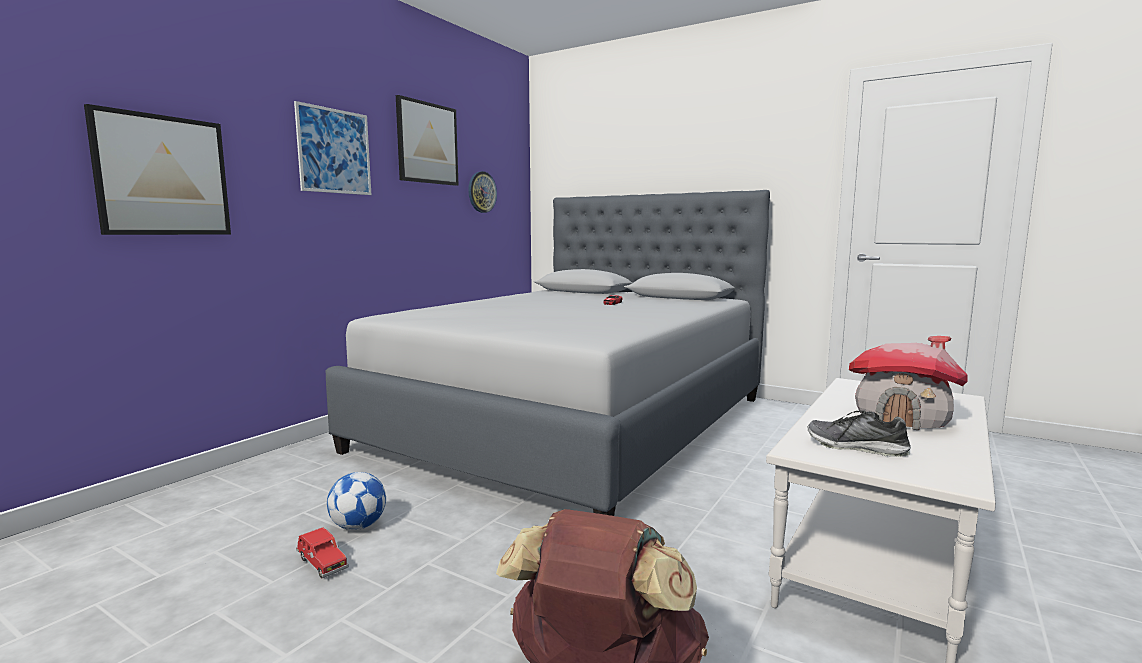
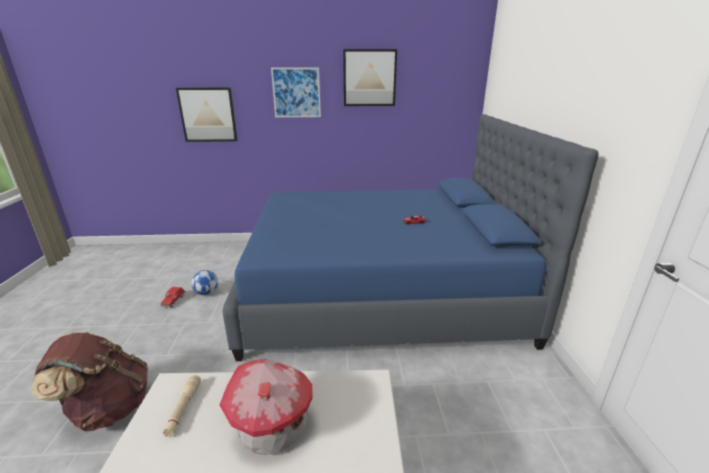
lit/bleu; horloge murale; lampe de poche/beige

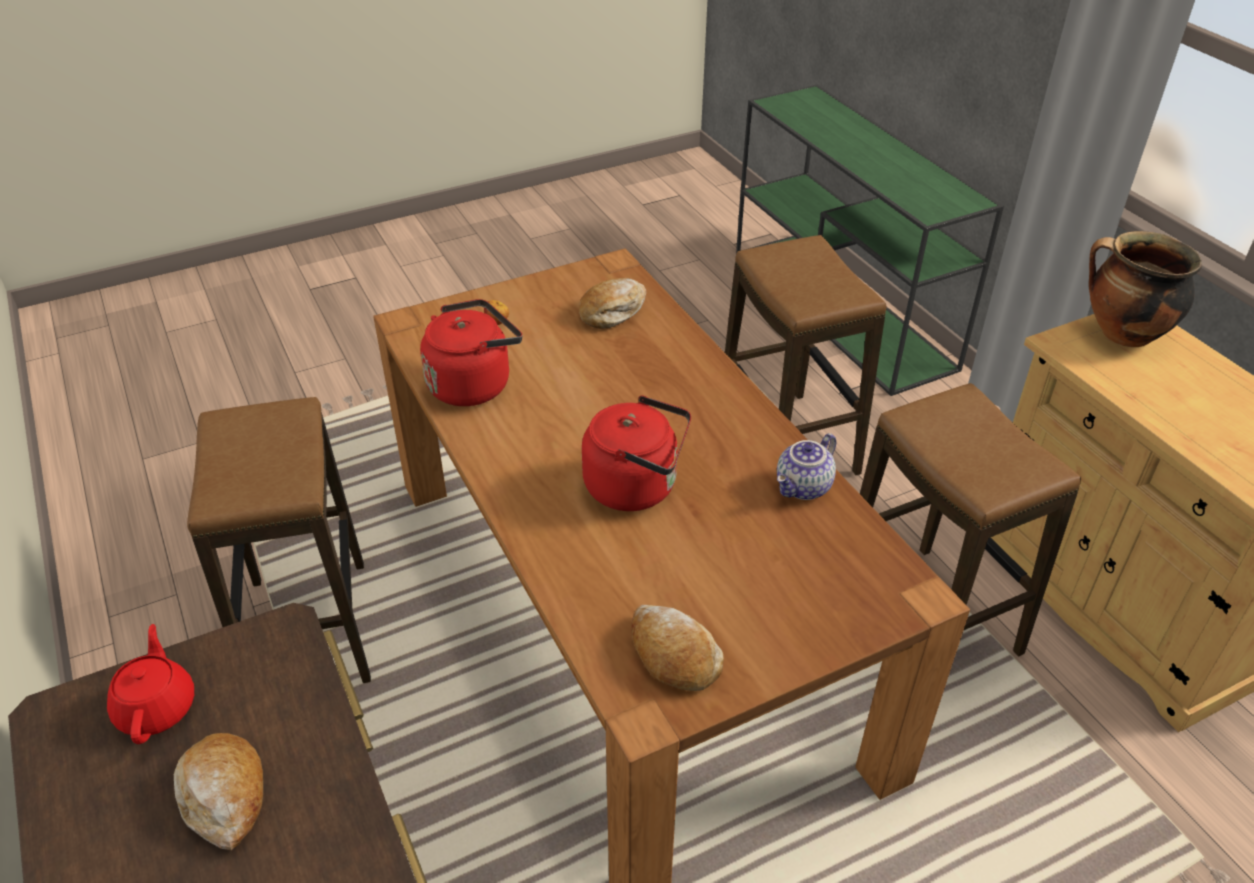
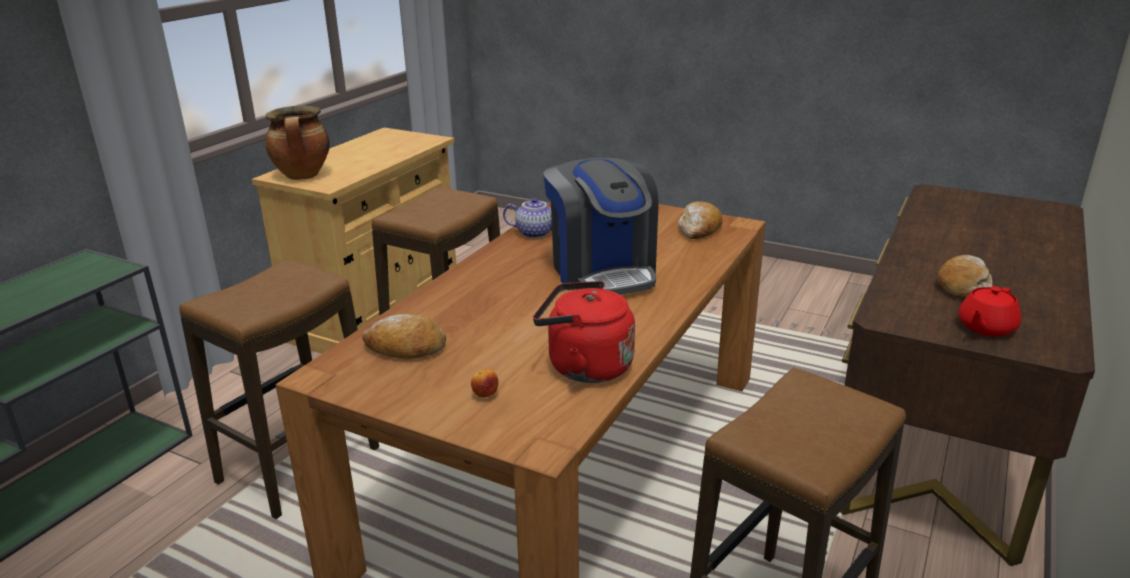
machine à café

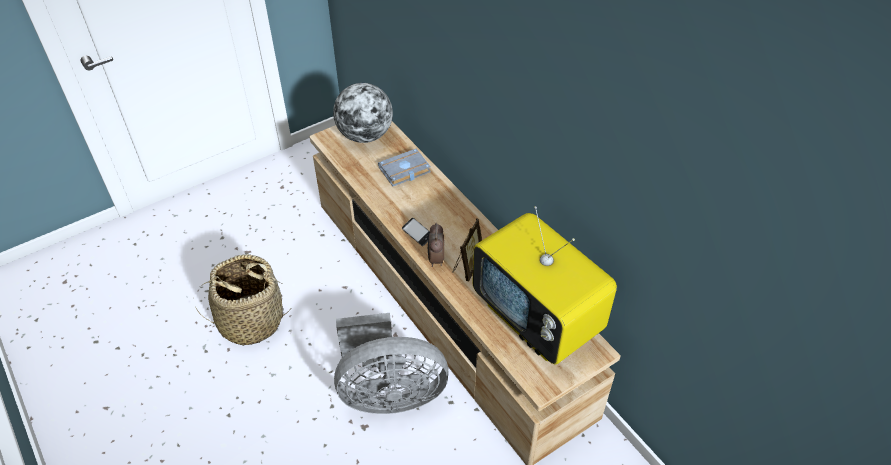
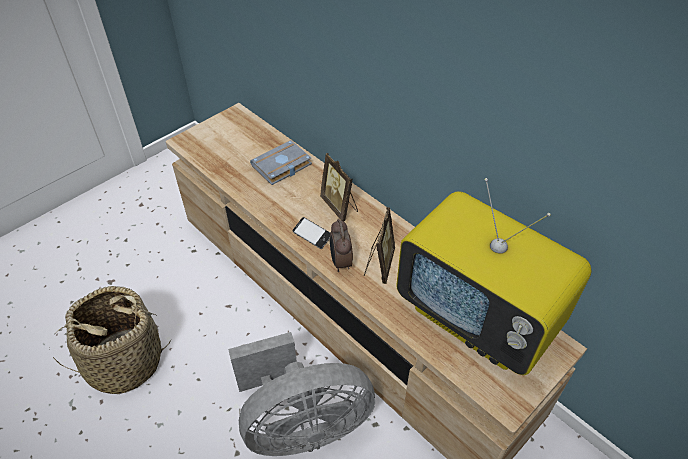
globe; cadre photo (1st from left)

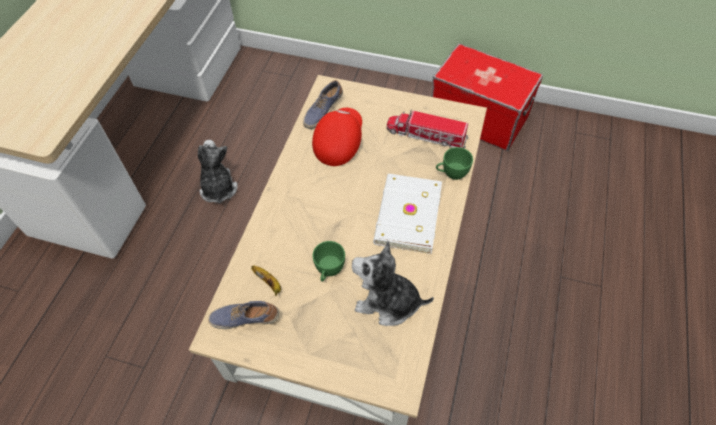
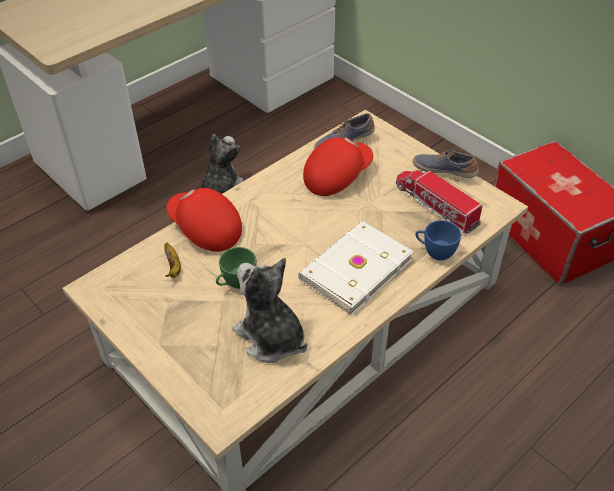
chaussure (2nd from left); tasse/bleu; casquette/rouge (1st from left)

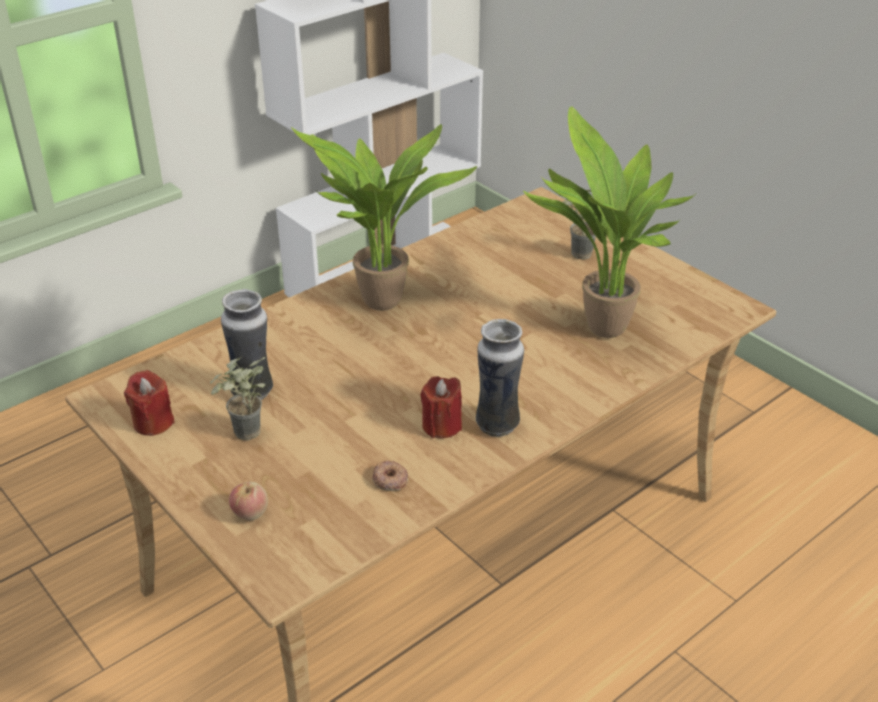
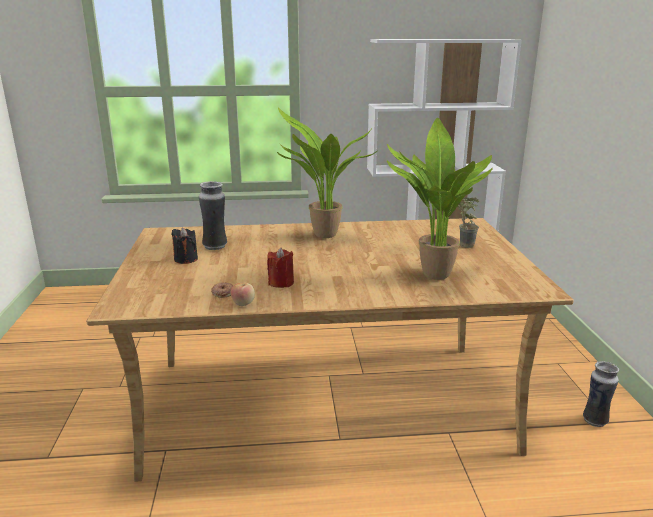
bougie/rouge (1st from left in the first image); bougie/noir; pomme; vase (2nd from left)

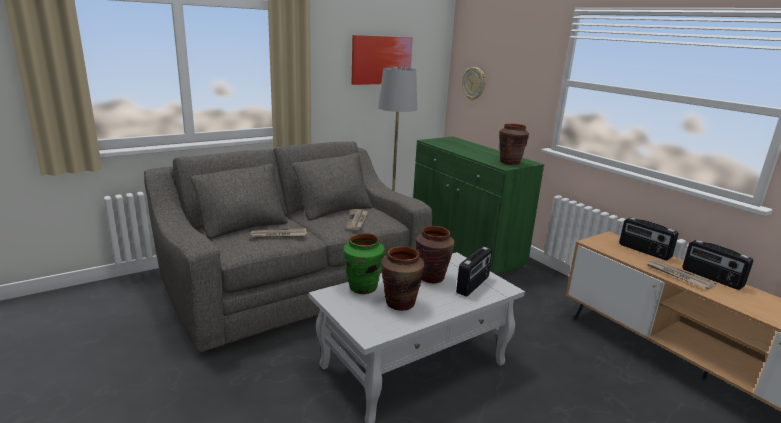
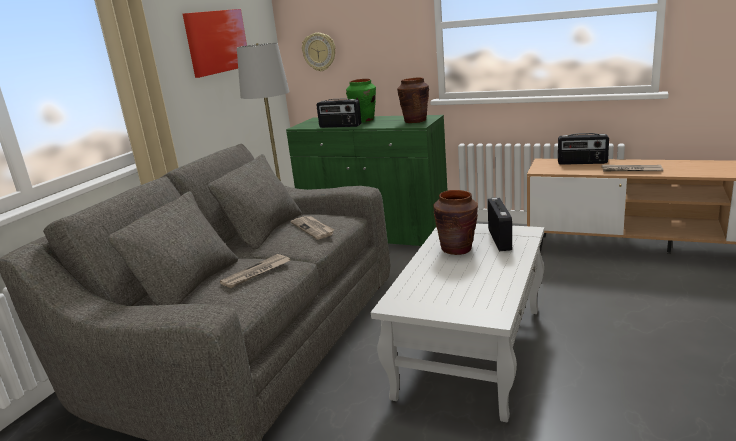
vase/vert; vase/marron (1st from left in the first image); radio (1st from left)

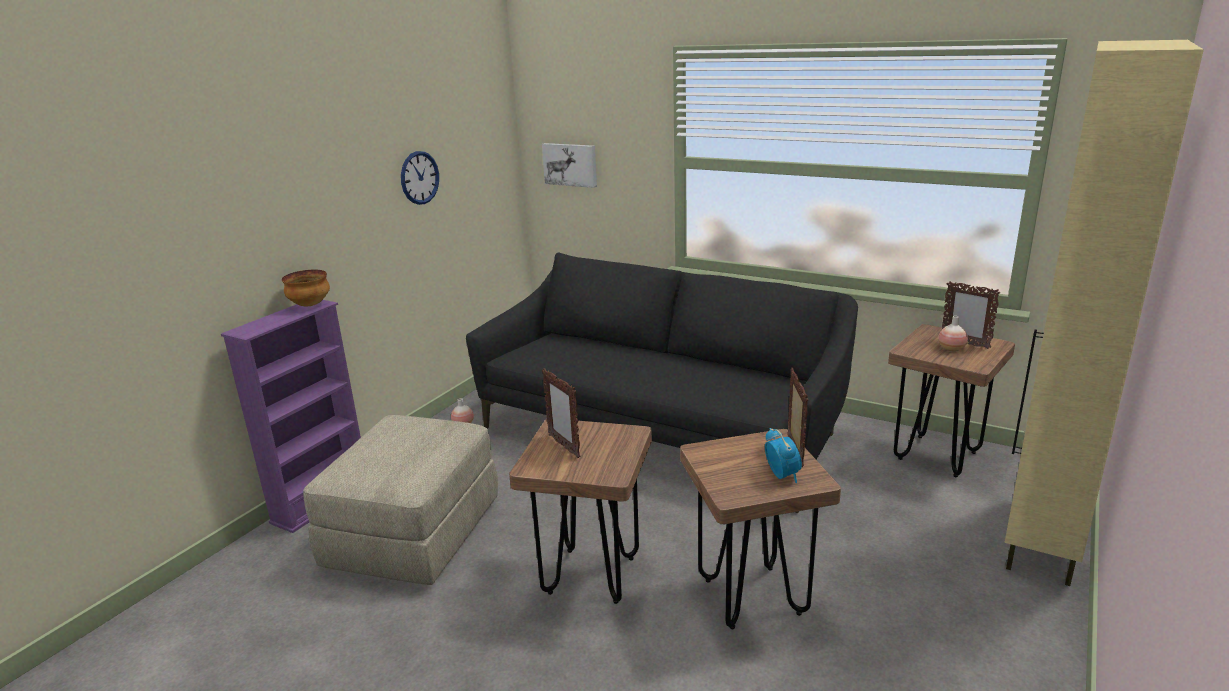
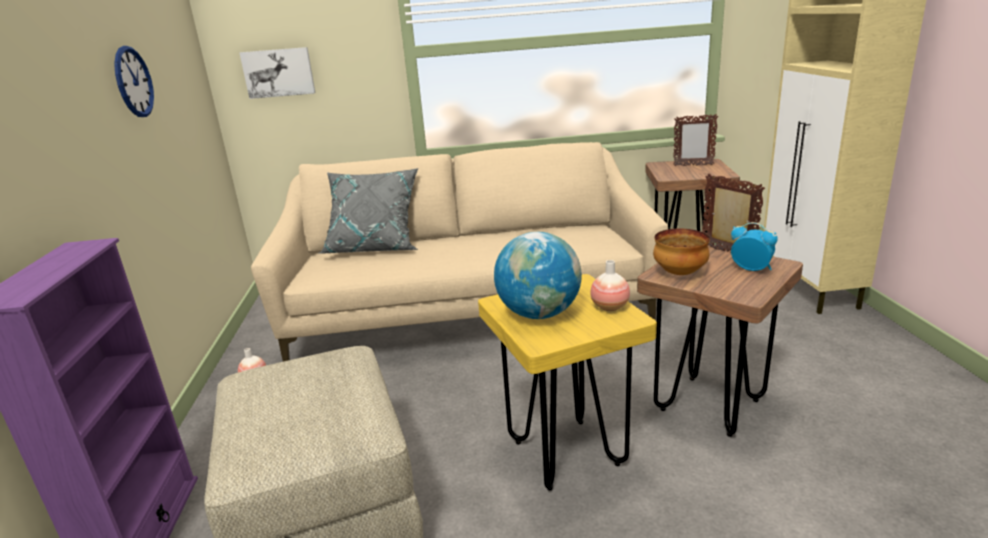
bol; canapé/beige; tabouret/jaune; globe; vase (2nd from left); coussin/gris

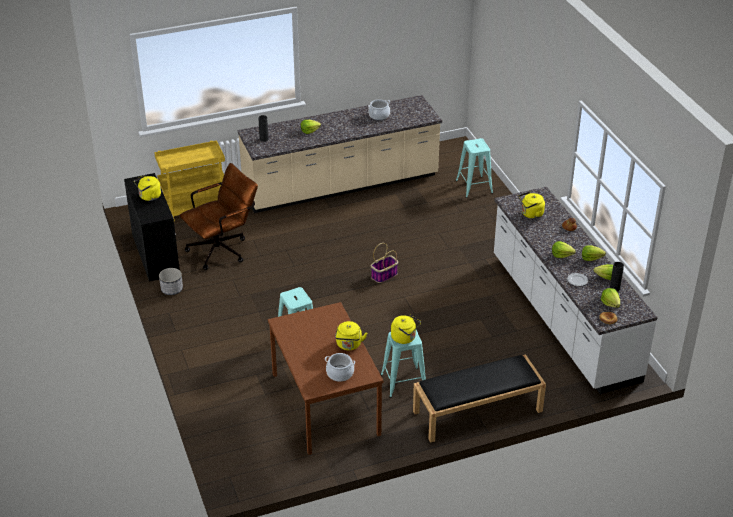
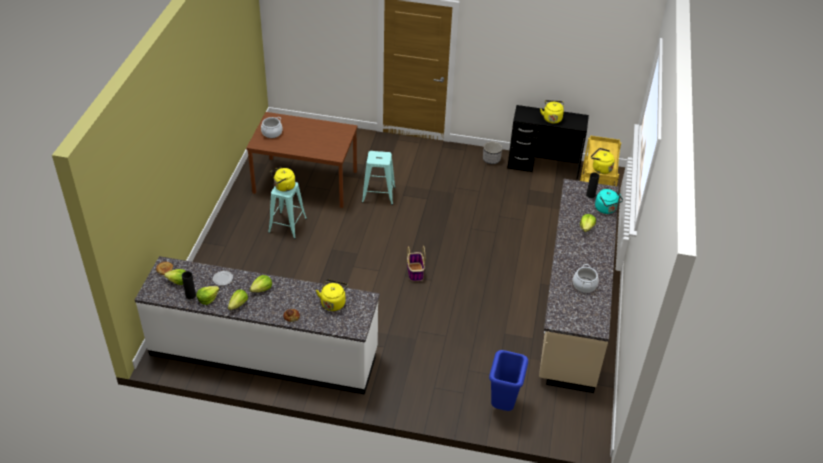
chaise de bureau/marron; bouilloire/jaune (4th from left); banc/noir; poubelle/bleu; bouilloire/turquoise

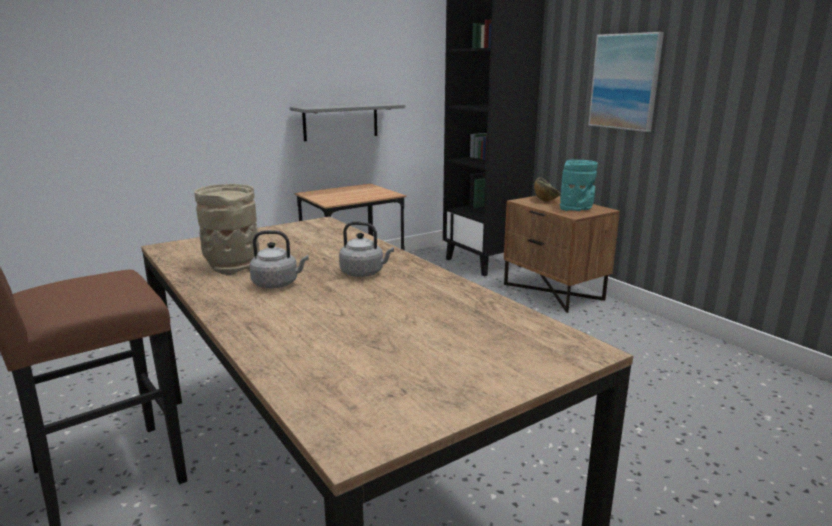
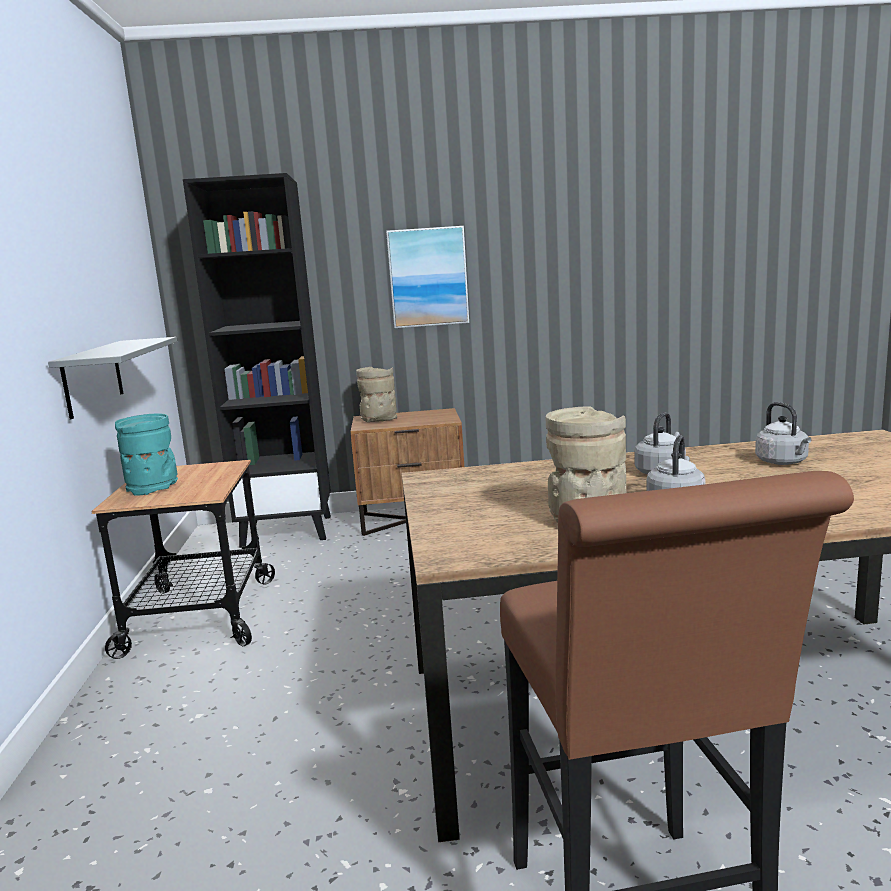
vase/beige (1st from left); vase/turquoise; bouilloire/gris (3rd from left)

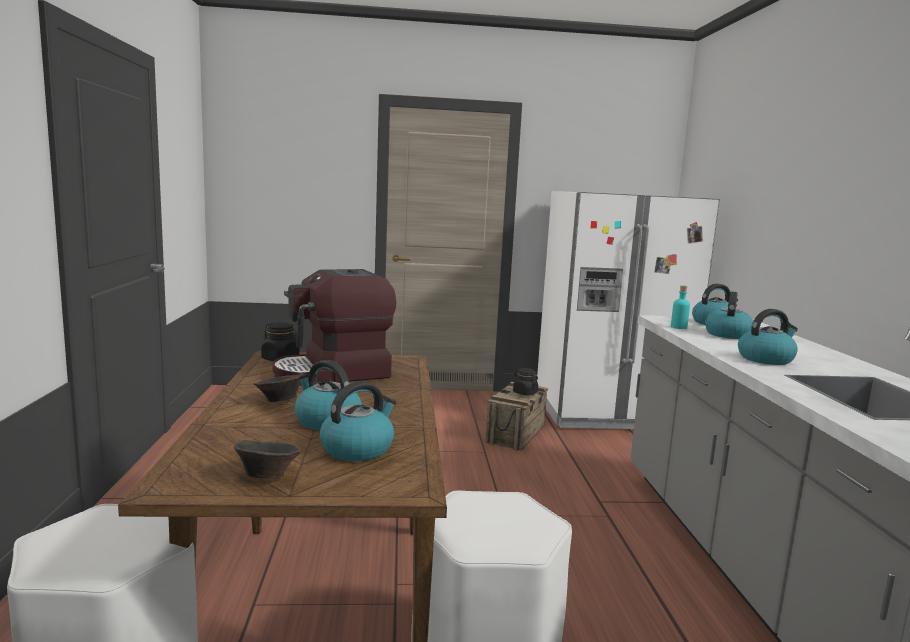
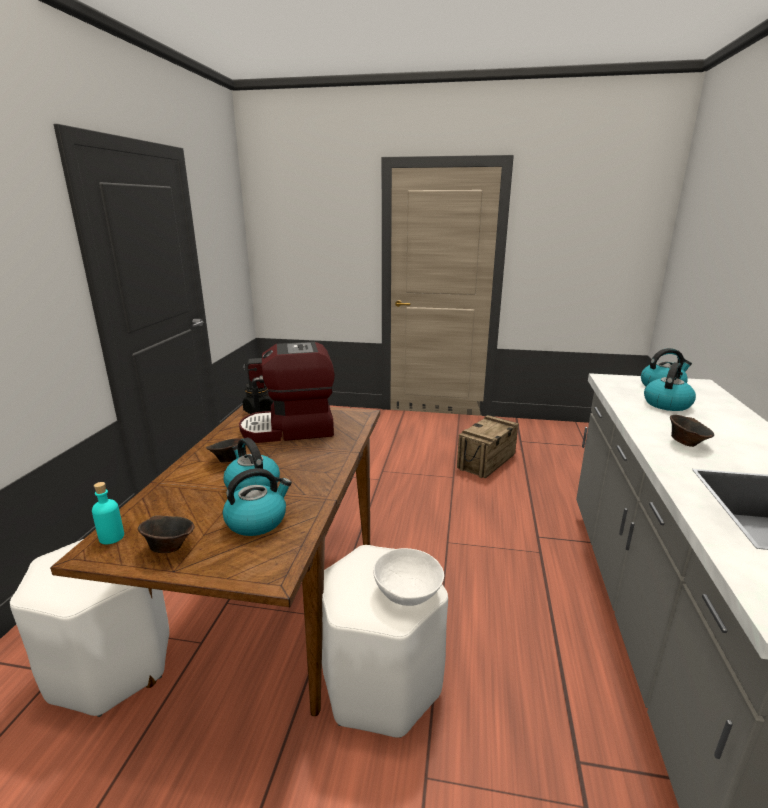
bocal/noir (2nd from left in the first image); réfrigérateur/blanc; bouteille/turquoise; bol/marron (3rd from left); bol/blanc

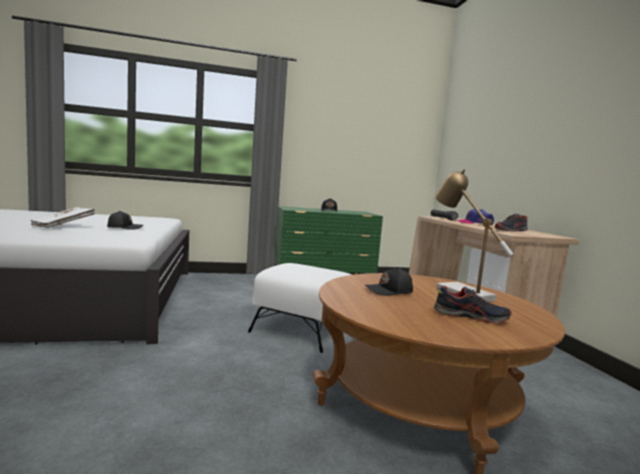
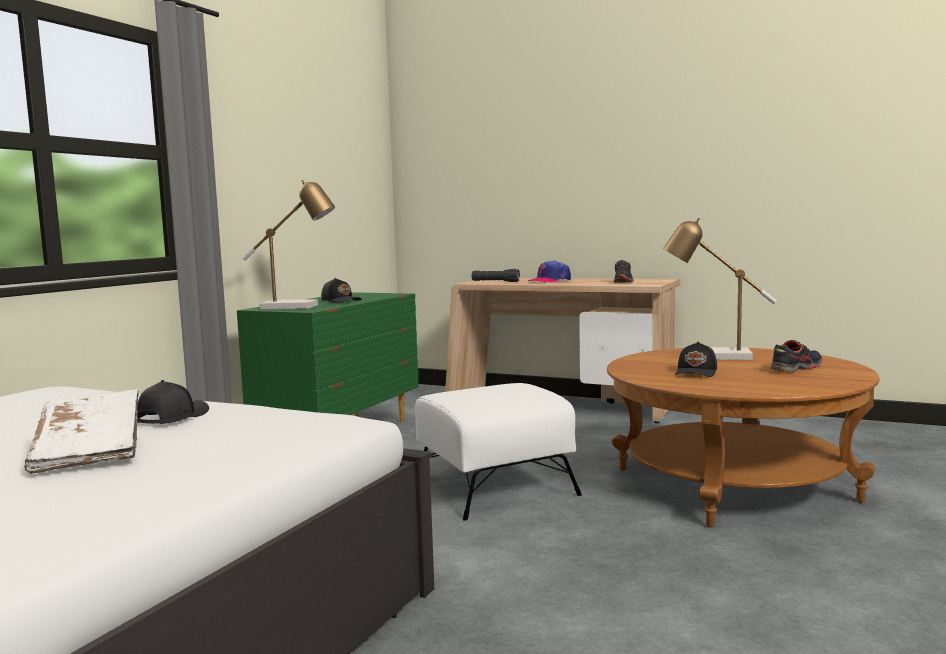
lampe de table (1st from left)

